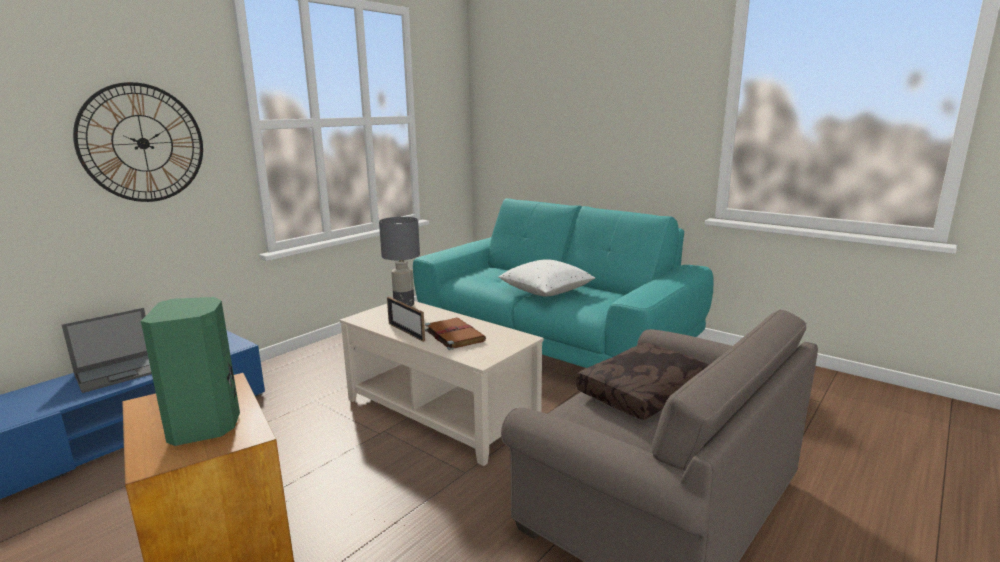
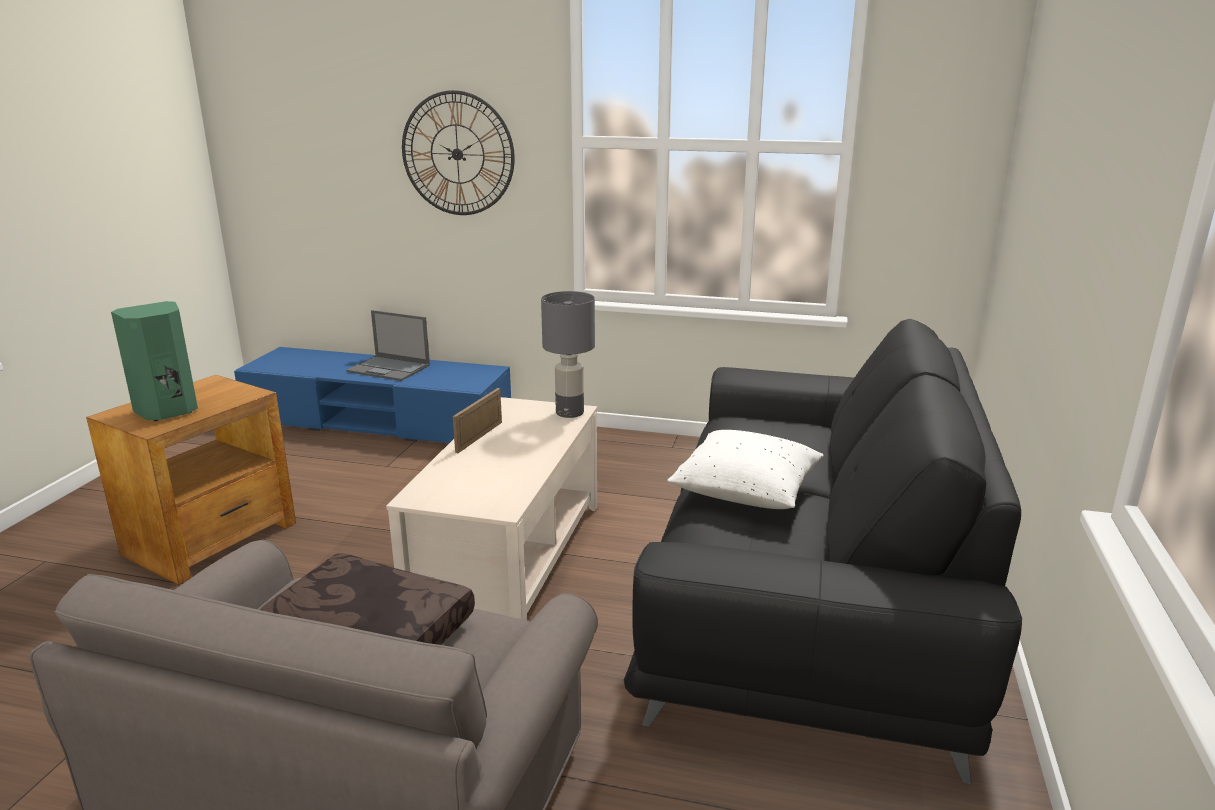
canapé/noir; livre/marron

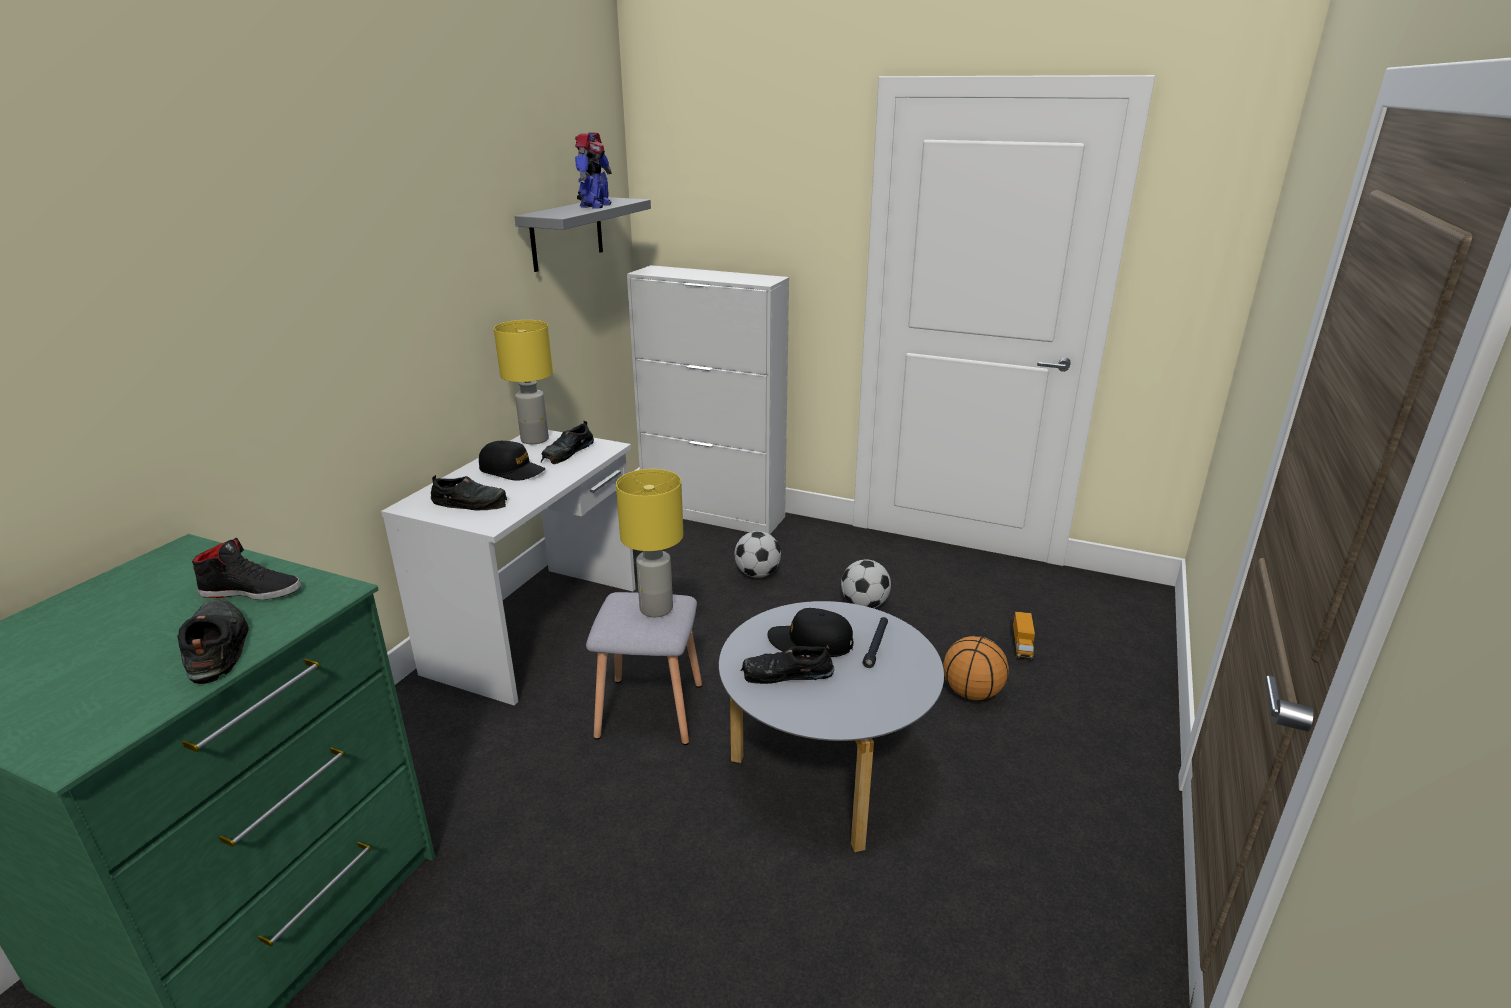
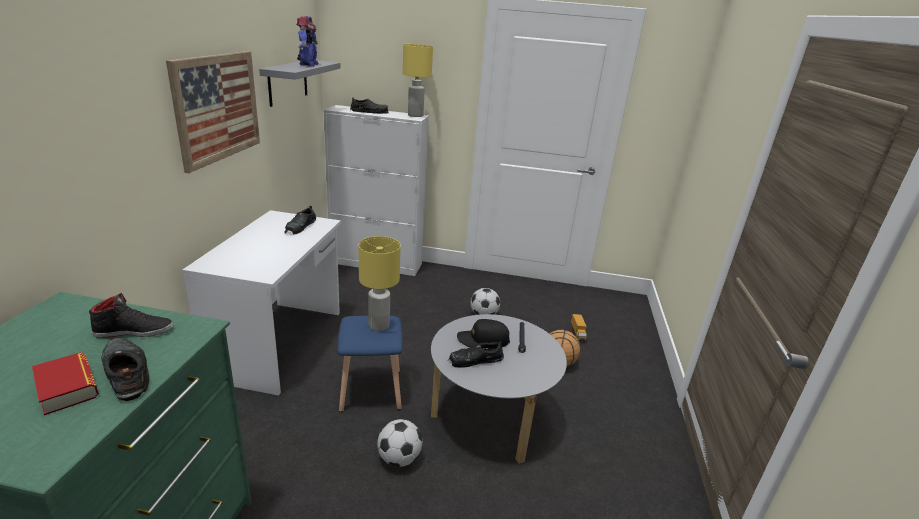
chaussure/noir (4th from left); casquette/noir (1st from left in the first image); lampe de table/jaune (2nd from left); tabouret/bleu; ballon de foot (1st from left); livre; tableau

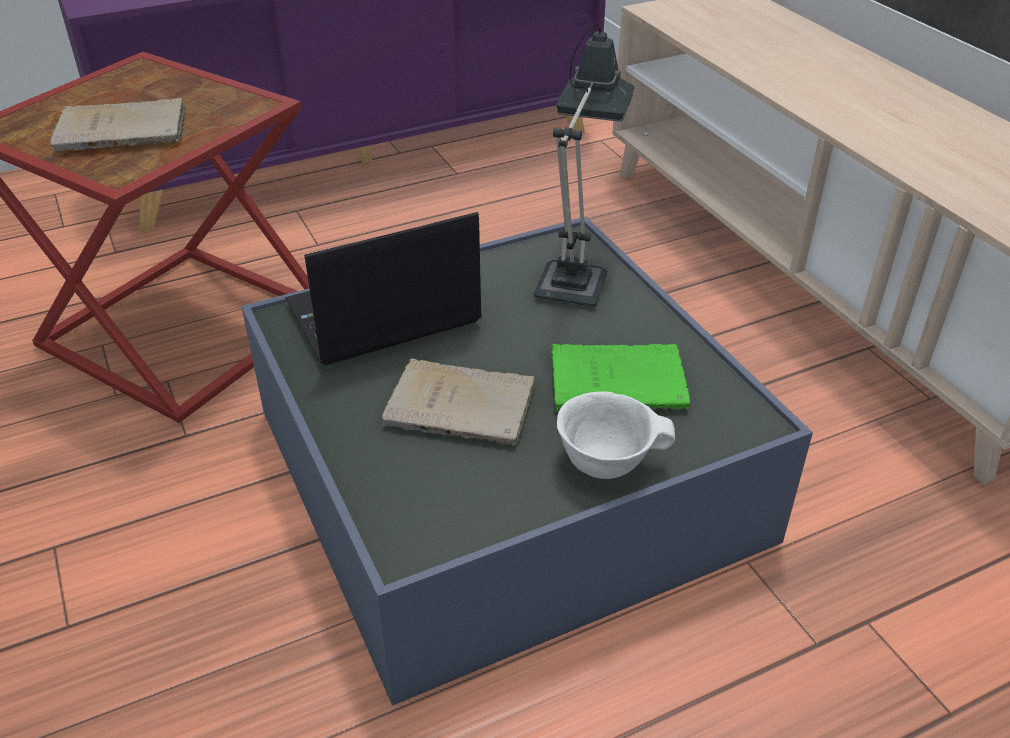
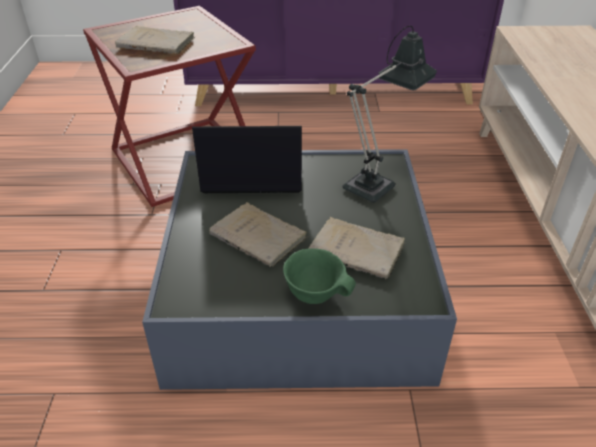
livre/beige (3rd from left); bol/vert

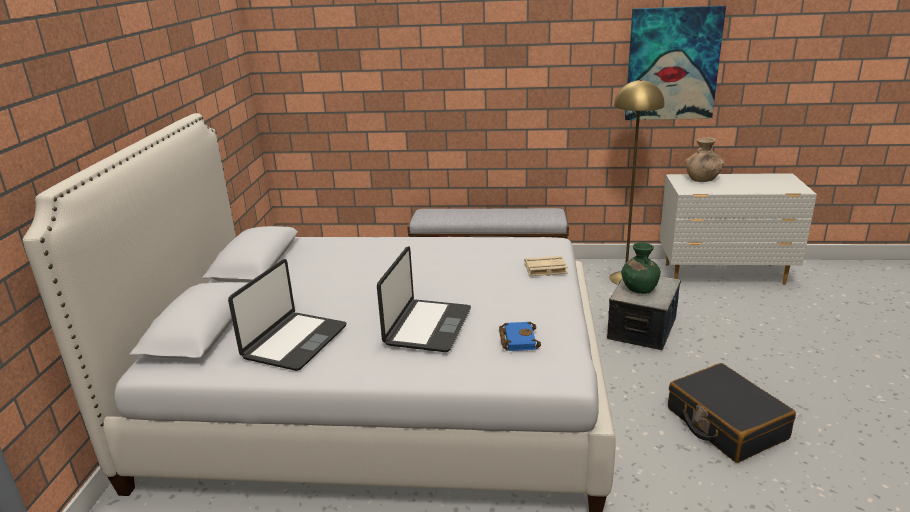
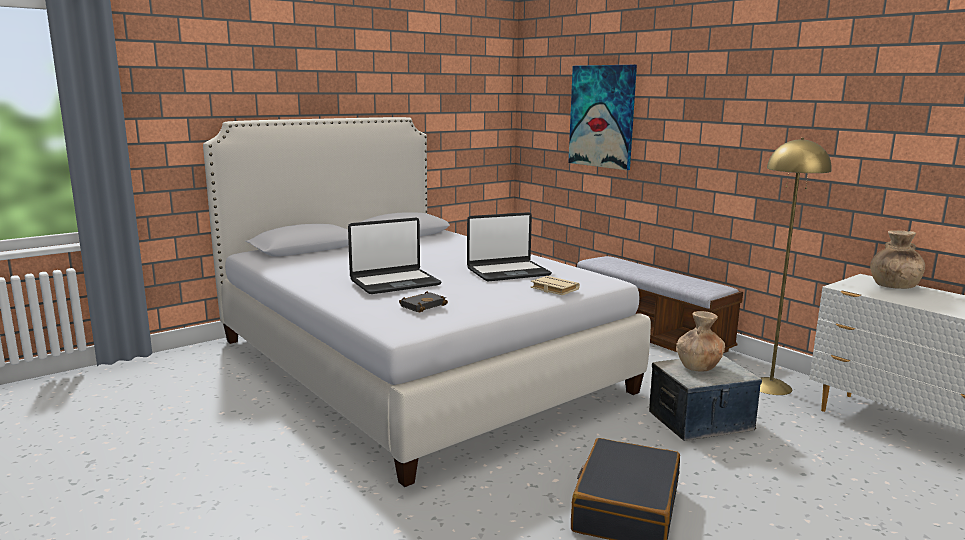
ordinateur portable (2nd from left); livre/noir; vase/marron (1st from left); tableau

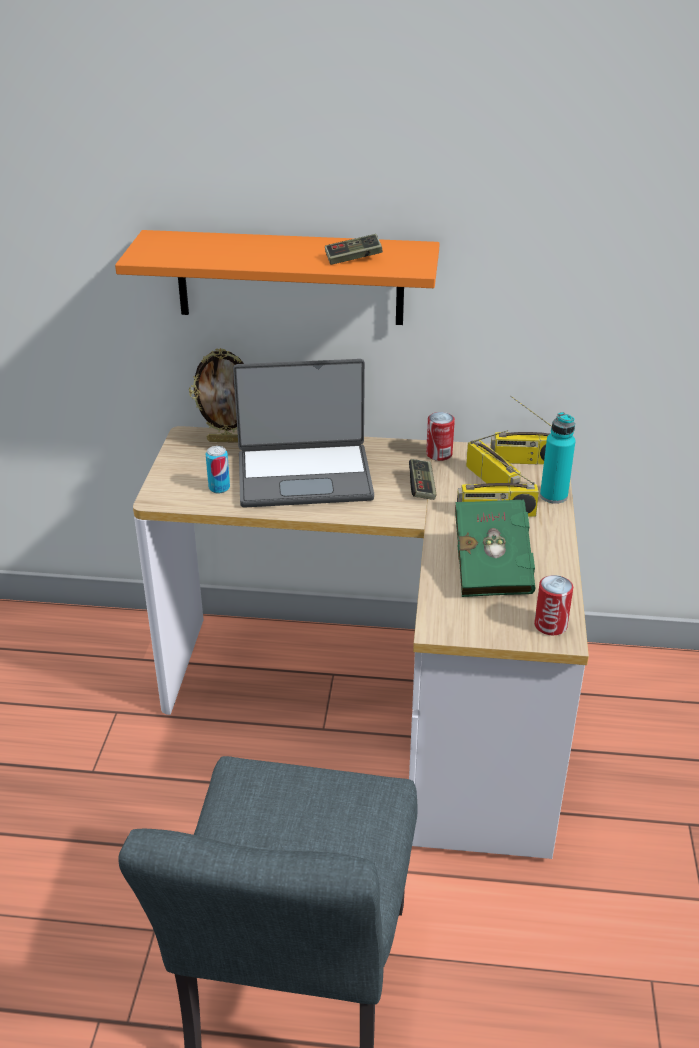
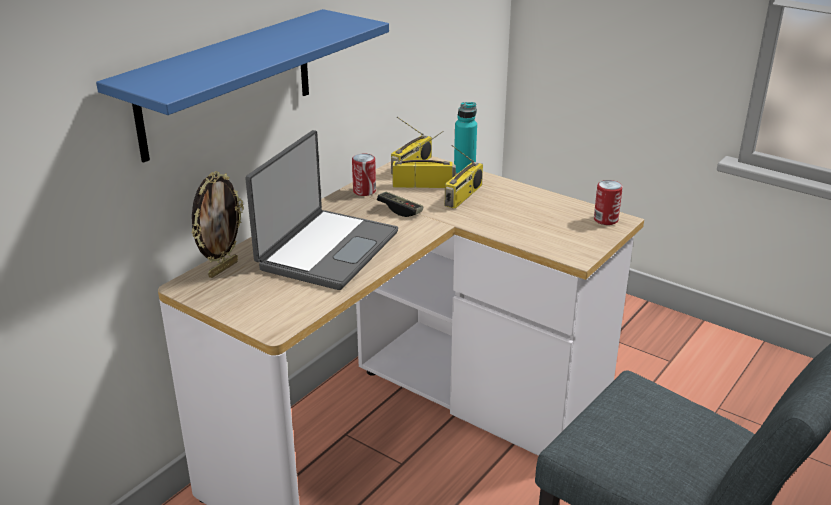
étagère/bleu; boîte métallique (1st from left in the first image); manette (1st from left in the first image); livre/vert

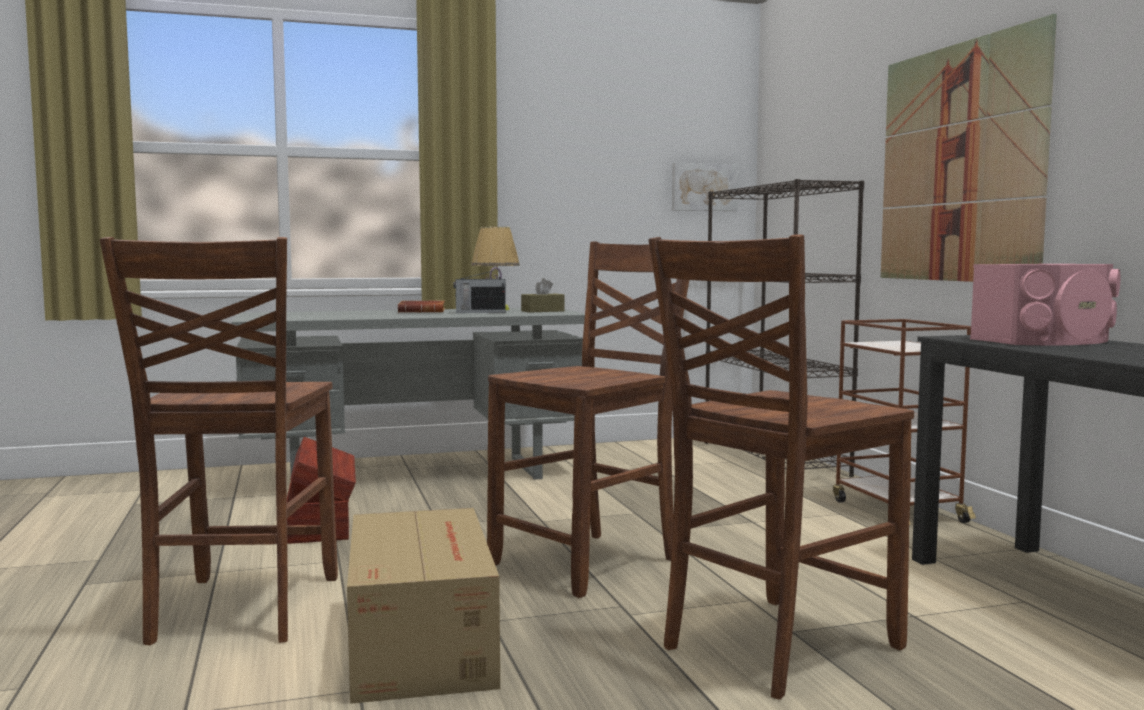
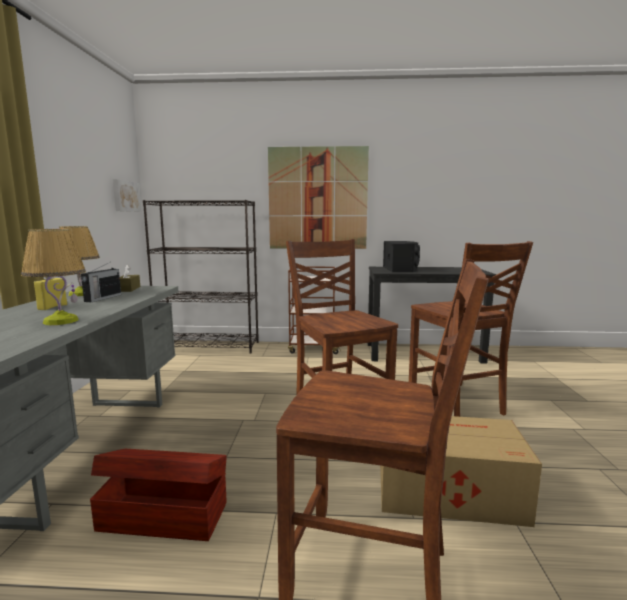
bouteille/jaune; enceinte/noir; lampe de table (1st from left)

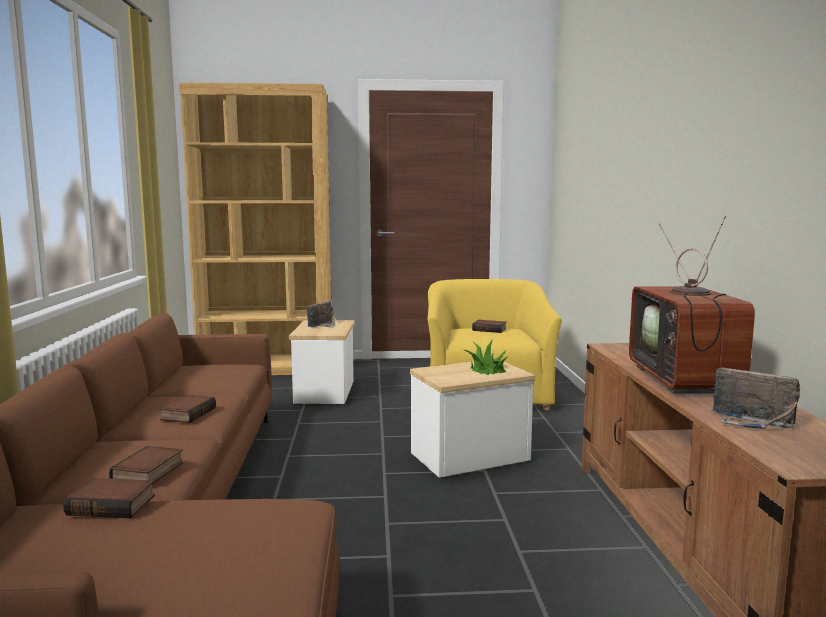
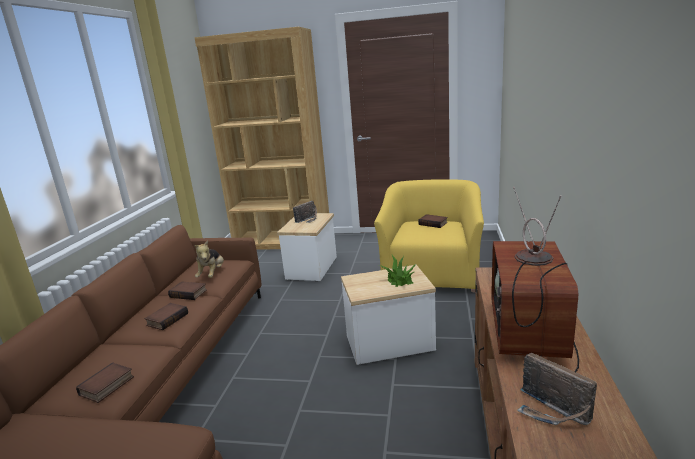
livre (3rd from left); peluche

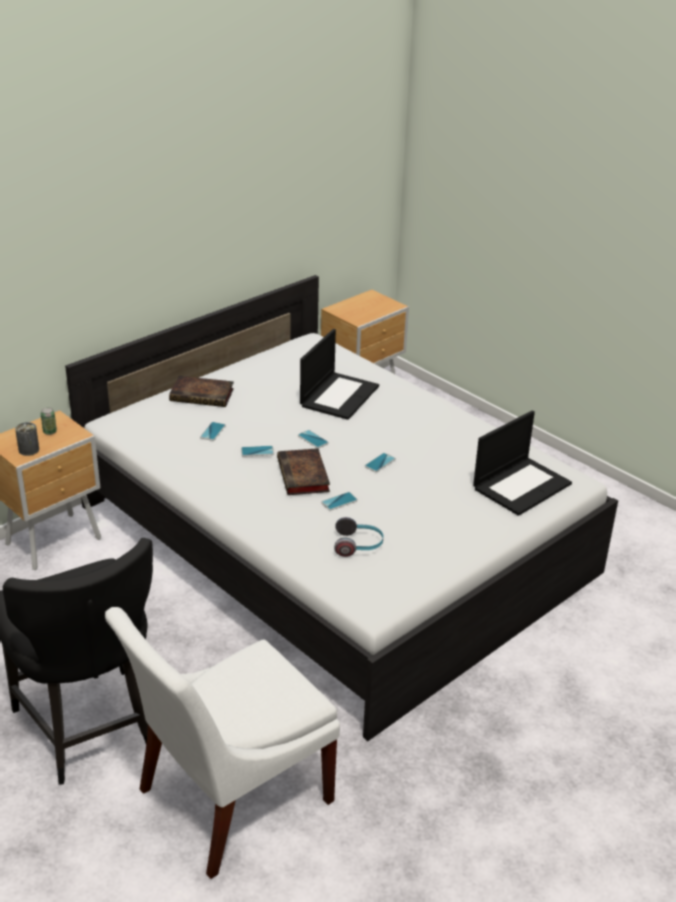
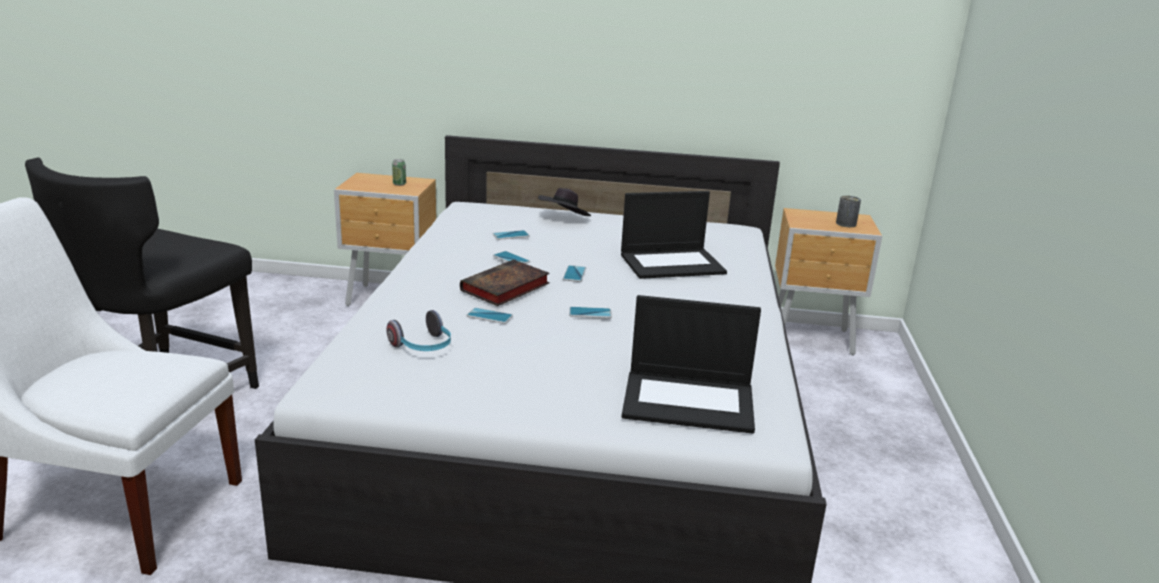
boîte métallique (2nd from left); chapeau/noir

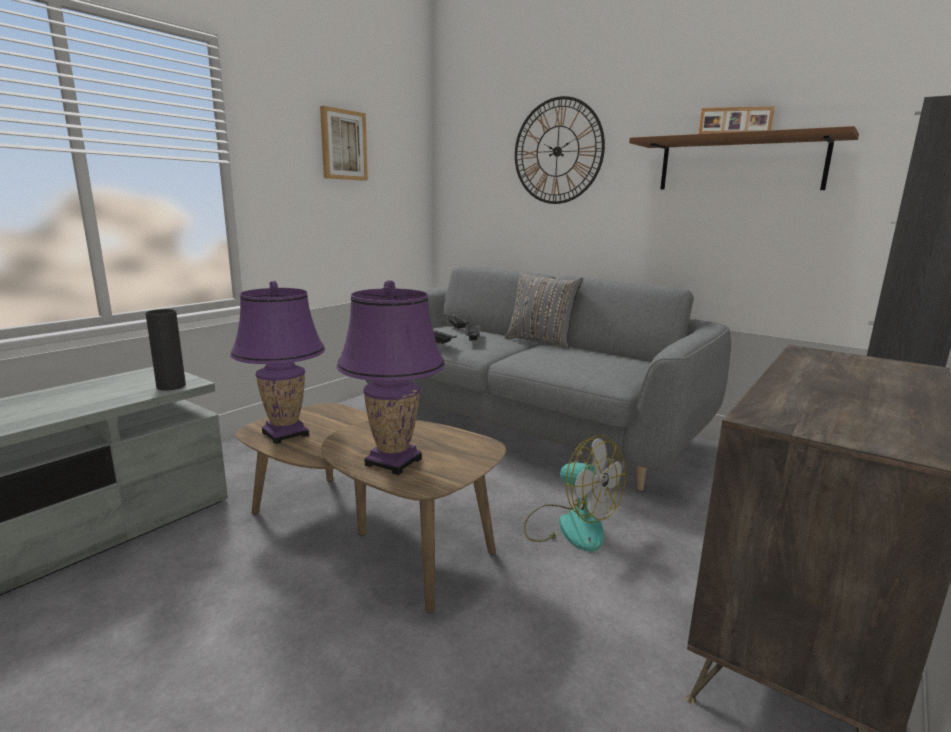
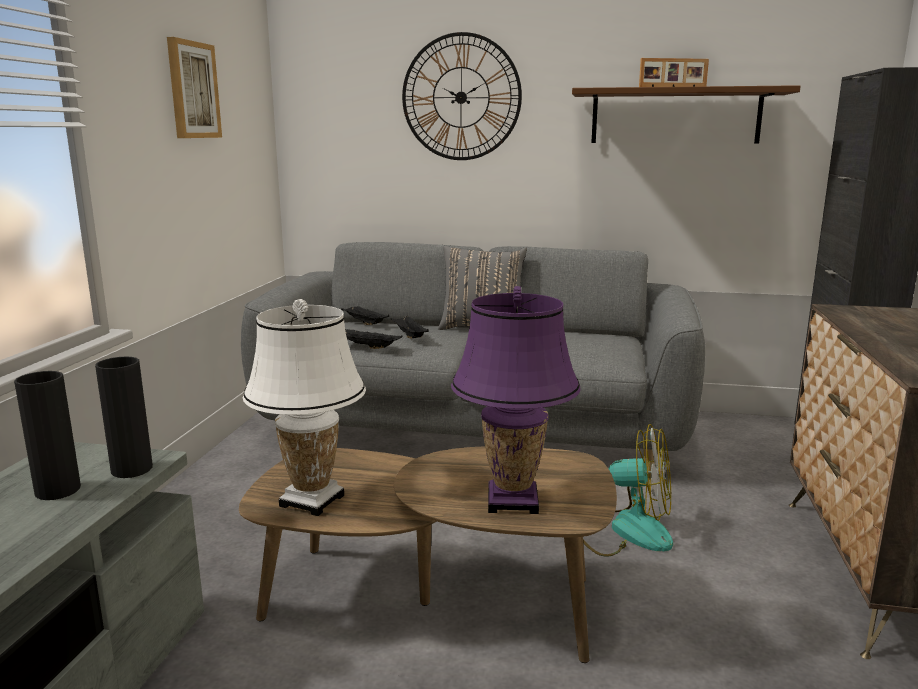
lampe de table/blanc; vase/noir (1st from left)

